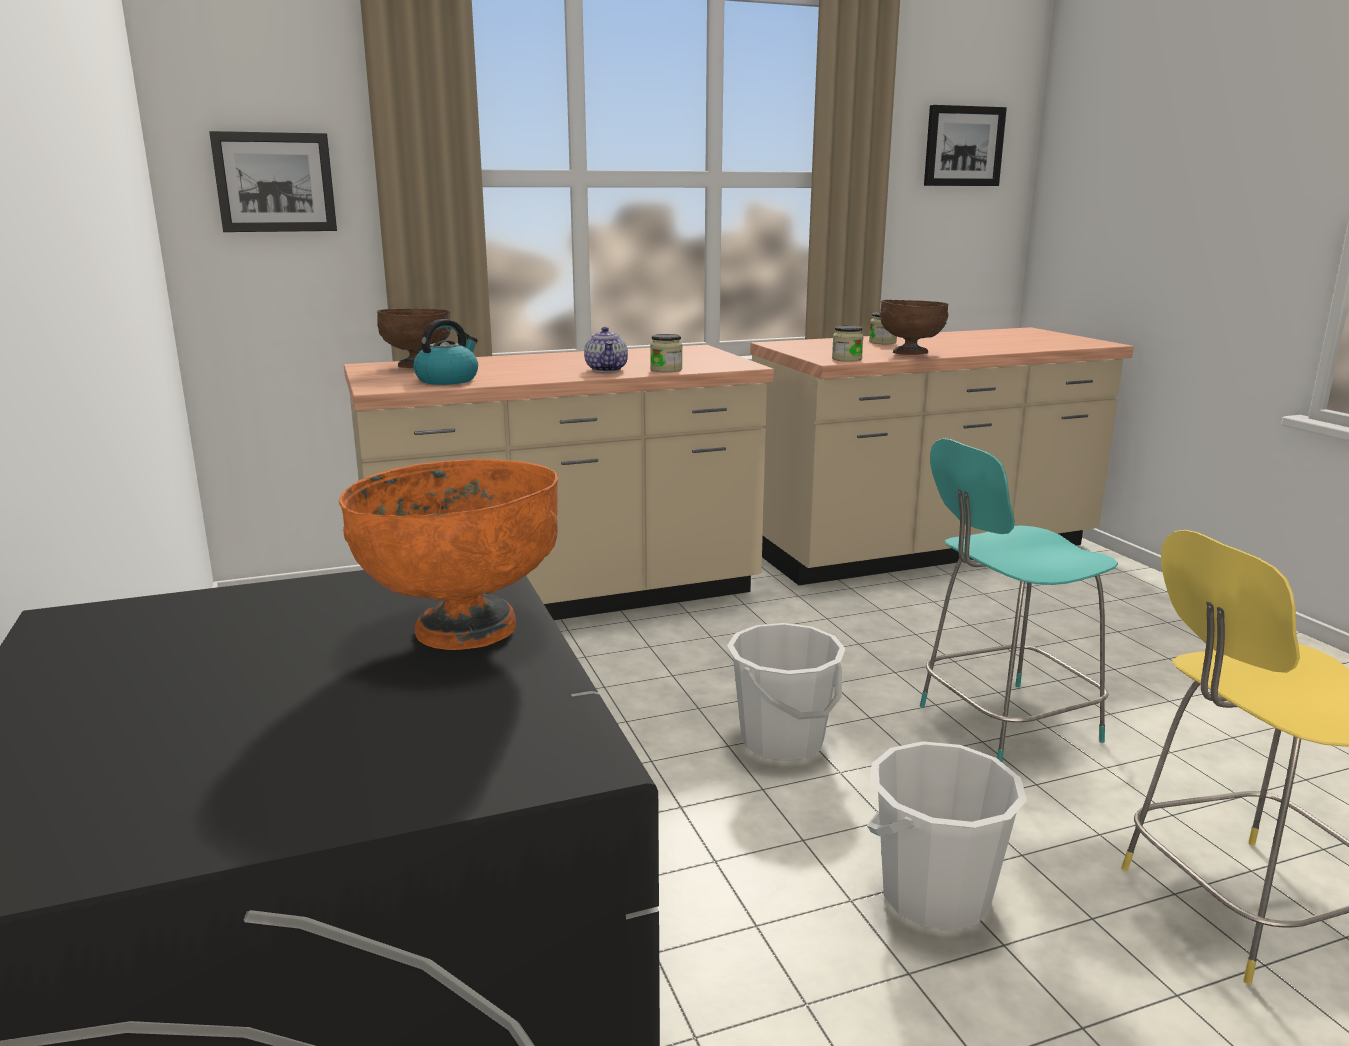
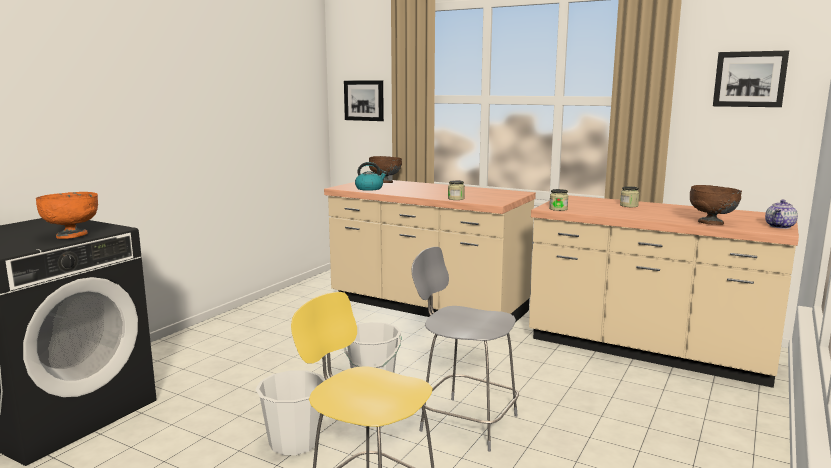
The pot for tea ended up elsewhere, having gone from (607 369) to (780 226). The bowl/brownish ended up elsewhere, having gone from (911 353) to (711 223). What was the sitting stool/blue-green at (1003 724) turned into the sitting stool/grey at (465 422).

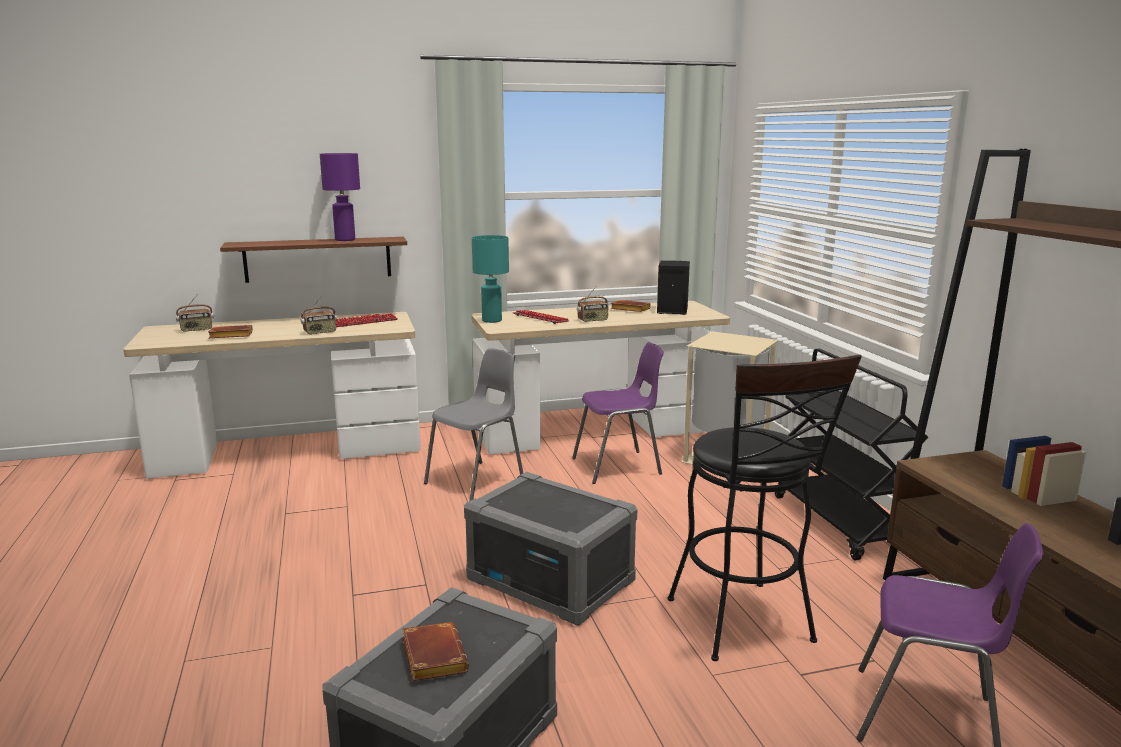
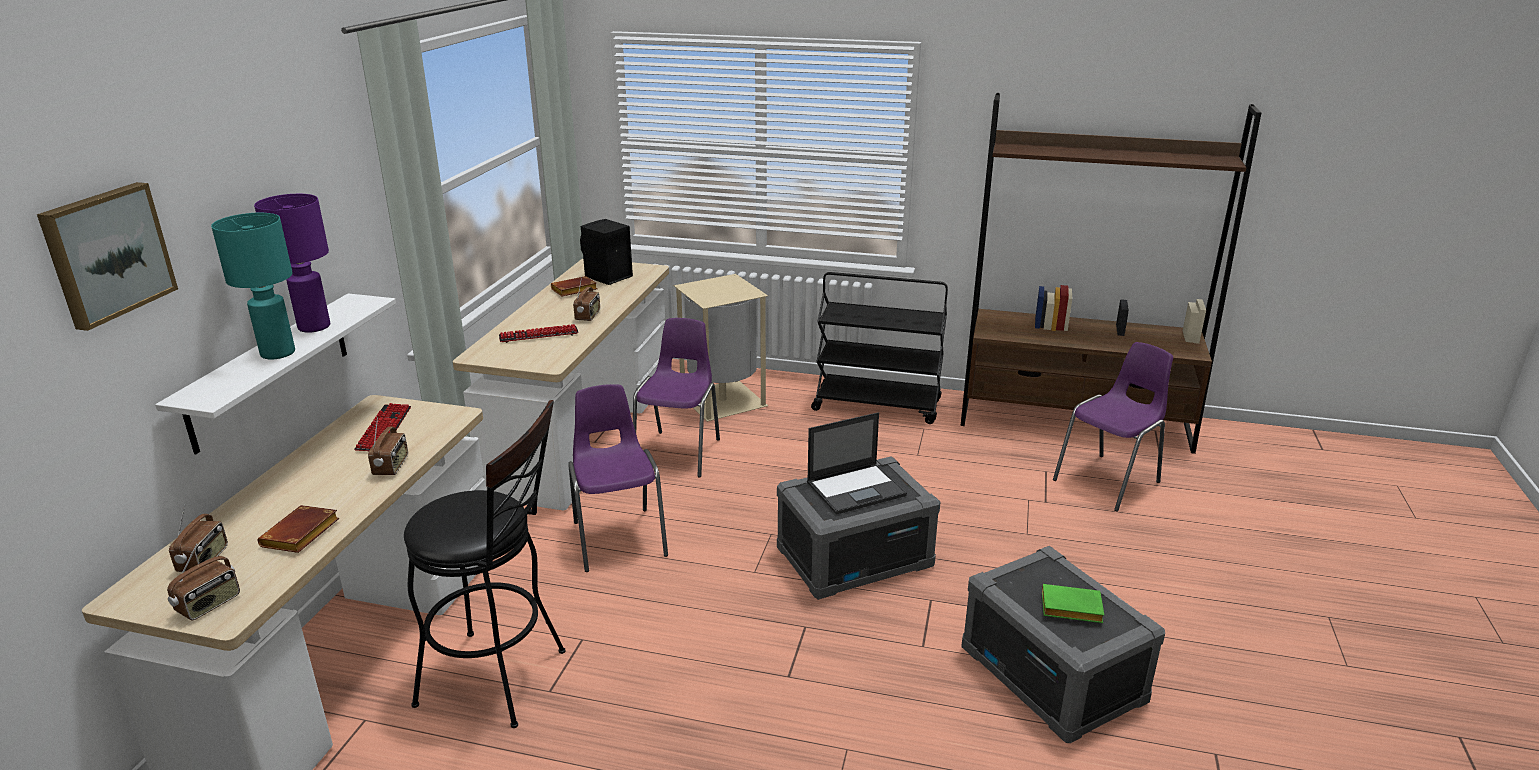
The second view gained the wall art at (106 254). The second view gained the radio set at (209 605). The second view gained the notebook computer at (857 488). The lamp for a table/blue-green ended up elsewhere, having gone from (492 320) to (278 353). The sitting stool/blackish ended up elsewhere, having gone from (745 626) to (503 679). What was the shelf/brownish at (318 259) turned into the shelf/whitish at (269 371). What was the bound book/brownish at (431 657) turned into the bound book/green-coloured at (1069 609). What was the plain chair/grey at (477 481) turned into the plain chair/purple-coloured at (618 537).

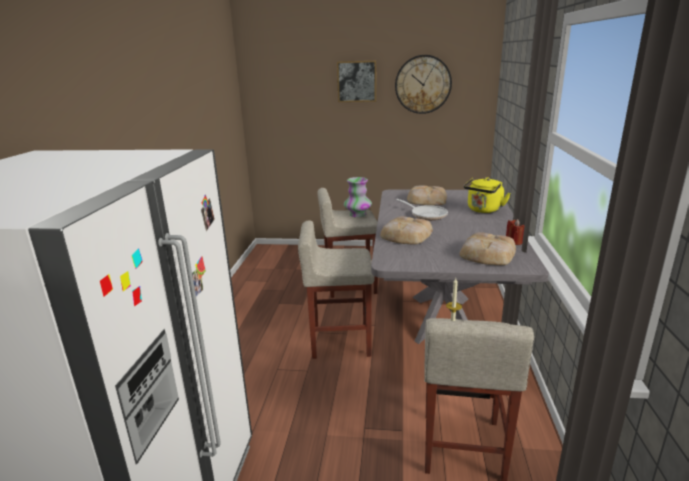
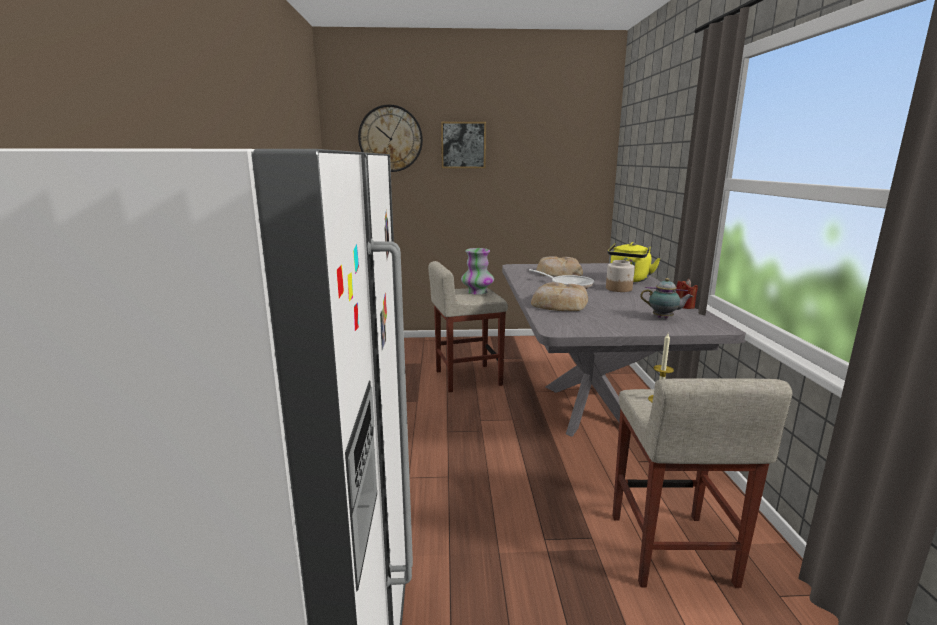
The second view lost the sitting stool/beige-coloured at (339 341). The second view gained the preserve jar at (619 289). The wall clock ended up elsewhere, having gone from (423 84) to (390 139). Where the baked bread stood at (486 254), the pot for tea came to stand at (664 318).

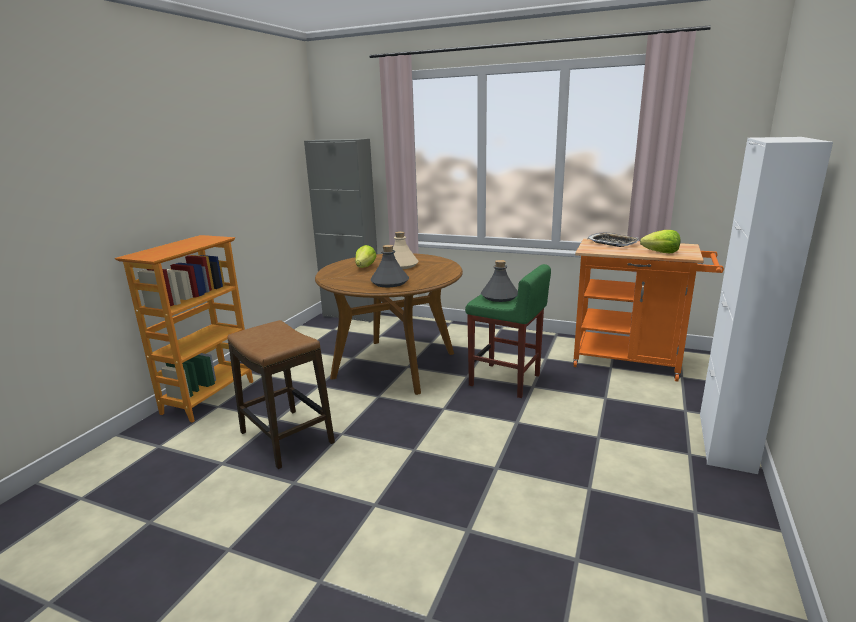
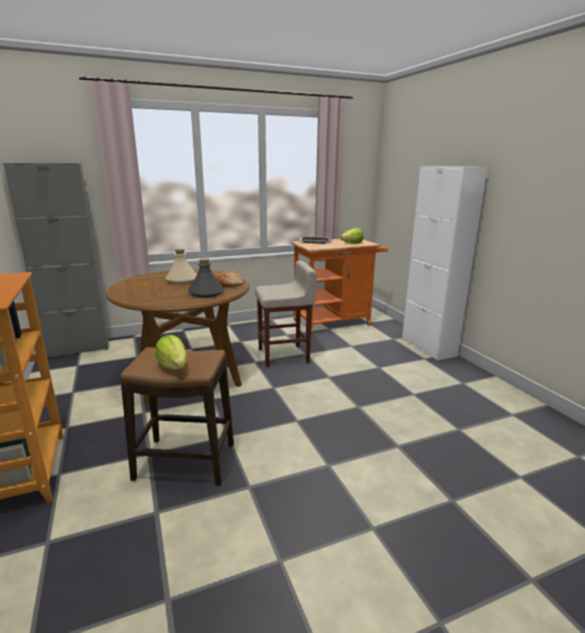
The second view lost the drink bottle/grey at (499 297). The second view gained the baked bread at (229 283). The head of lettuce ended up elsewhere, having gone from (365 267) to (174 366). What was the sitting stool/green-coloured at (505 380) turned into the sitting stool/beige-coloured at (284 356).

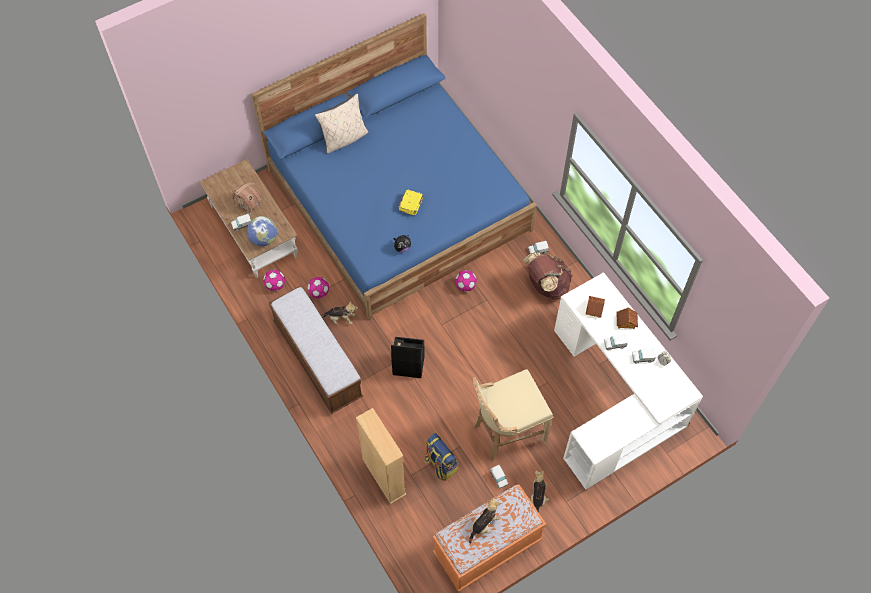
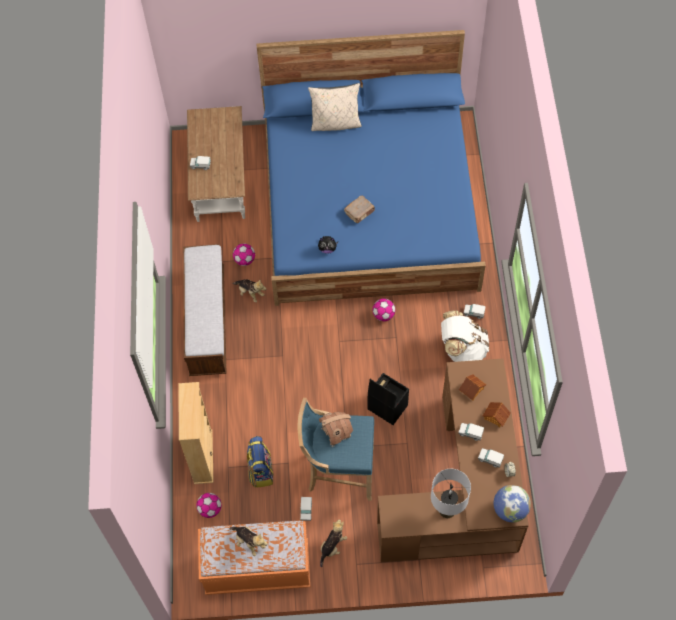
The second view gained the lamp for a table/grey at (447 510). The model house ended up elsewhere, having gone from (248 203) to (336 432). The globe ended up elsewhere, having gone from (263 239) to (510 509). The football ended up elsewhere, having gone from (275 285) to (210 509). The storage bin/blackish ended up elsewhere, having gone from (407 366) to (386 407). What was the bound book/yellow-coloured at (411 204) turned into the bound book/brownish at (360 212). What was the sitting stool/beige-coloured at (506 432) turned into the sitting stool/blue at (339 471). What was the backpack/brownish at (546 285) turned into the backpack/whitish at (462 350). What was the desk unit/whitish at (615 399) turned into the desk unit/brownish at (463 491). The cuddly toy at (484 524) ended up facing another way, 60 degrees clockwise from before.

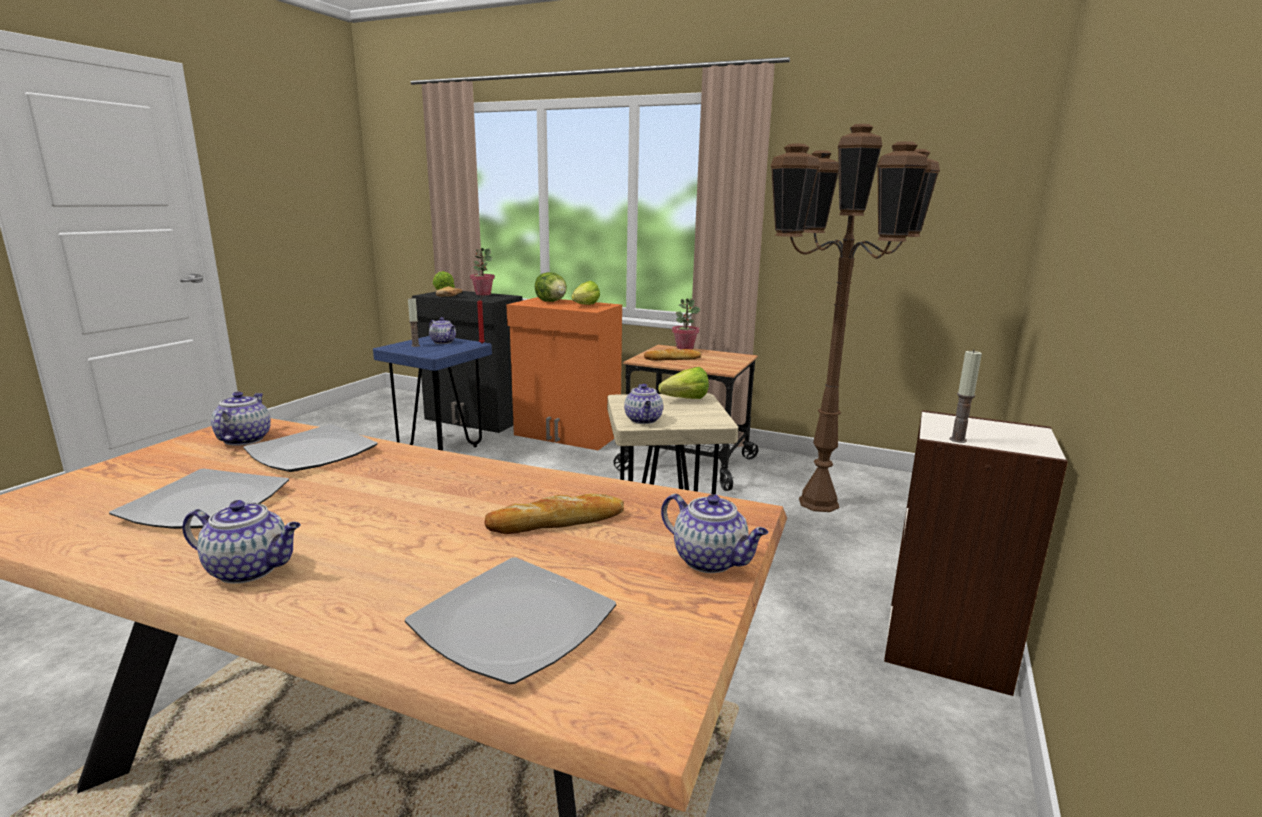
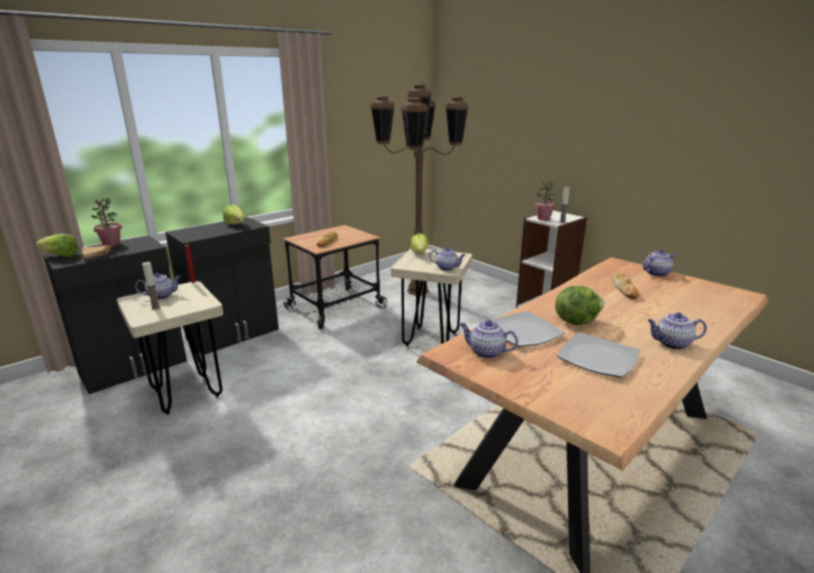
The second view lost the plate at (513 622). The head of lettuce ended up elsewhere, having gone from (551 301) to (575 321). The potted plant ended up elsewhere, having gone from (684 349) to (543 219). What was the sitting stool/blue at (441 449) turned into the sitting stool/beige-coloured at (187 393). What was the cabinet/orange at (567 435) turned into the cabinet/blackish at (234 334). The pot for tea at (251 569) ended up facing another way, 120 degrees counterclockwise from before.

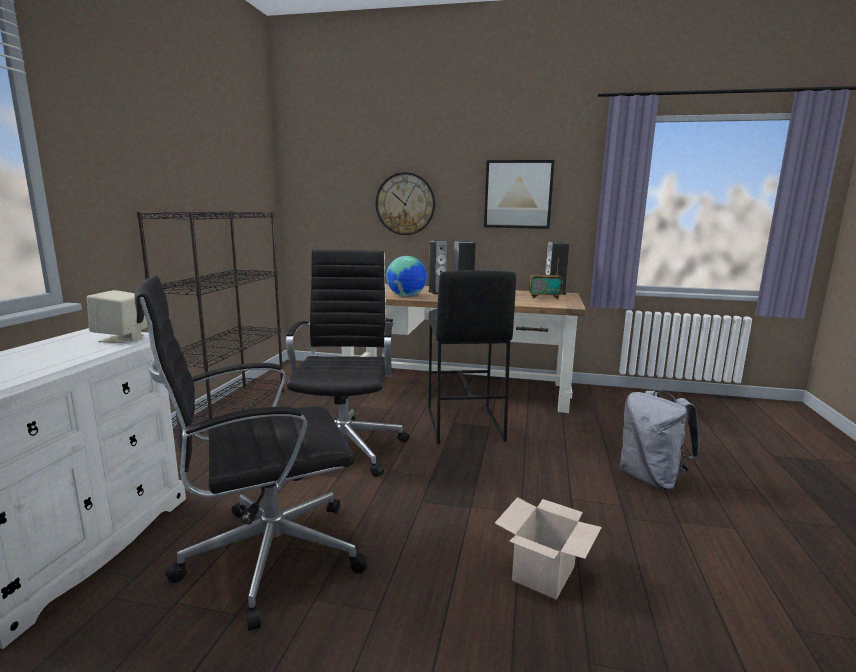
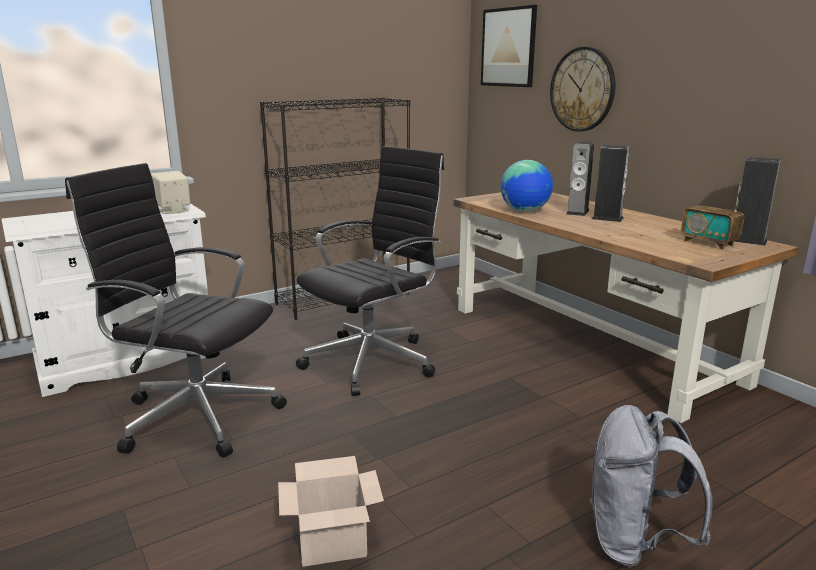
The second view lost the sitting stool/blackish at (463 425). The wall art ended up elsewhere, having gone from (518 194) to (508 47).

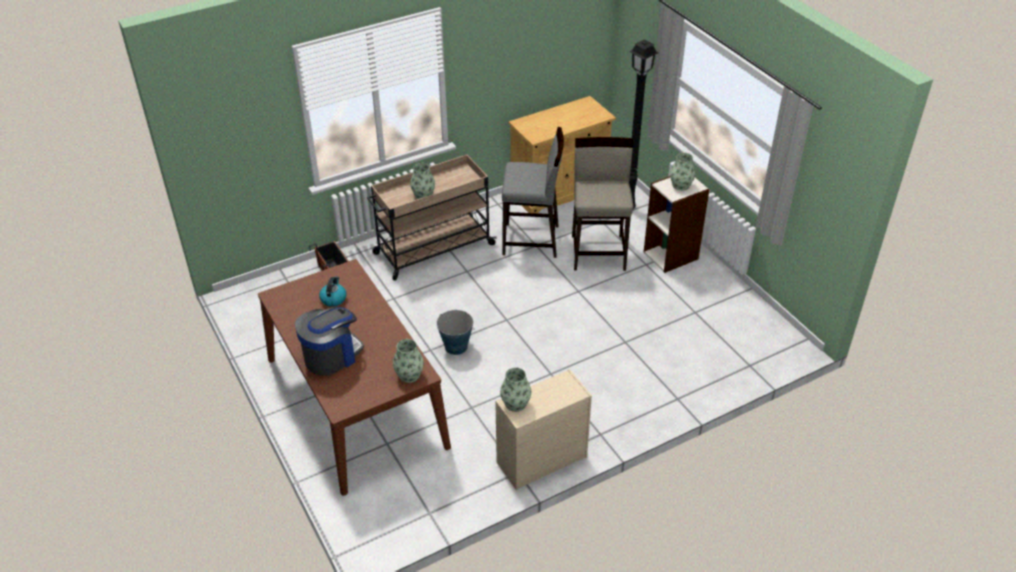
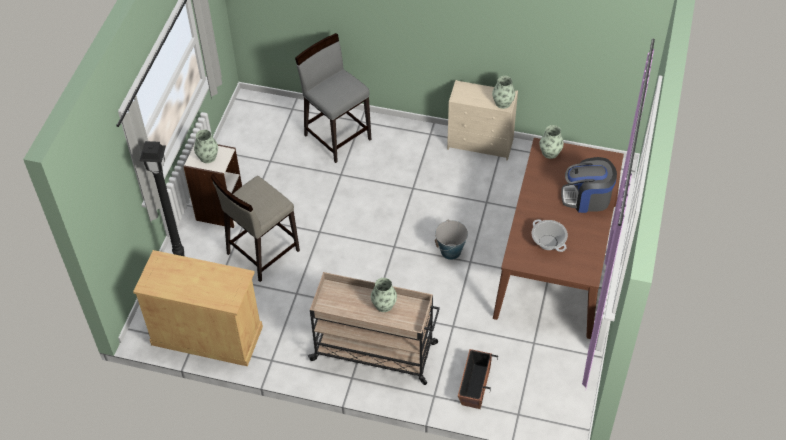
The sitting stool/grey ended up elsewhere, having gone from (531 240) to (337 136). Where the tea kettle stood at (333 299), the stockpot came to stand at (548 242).

